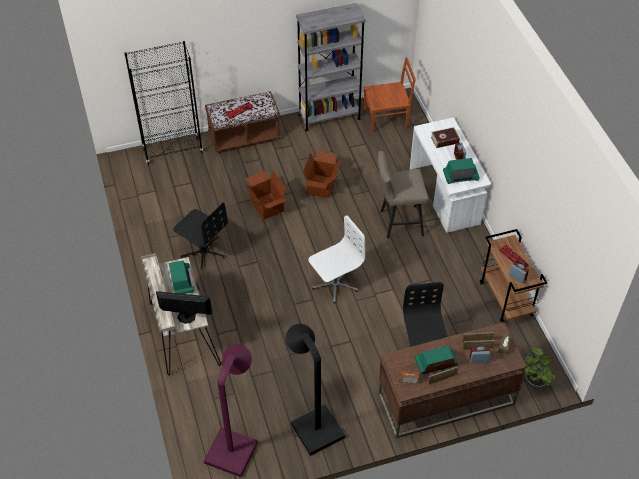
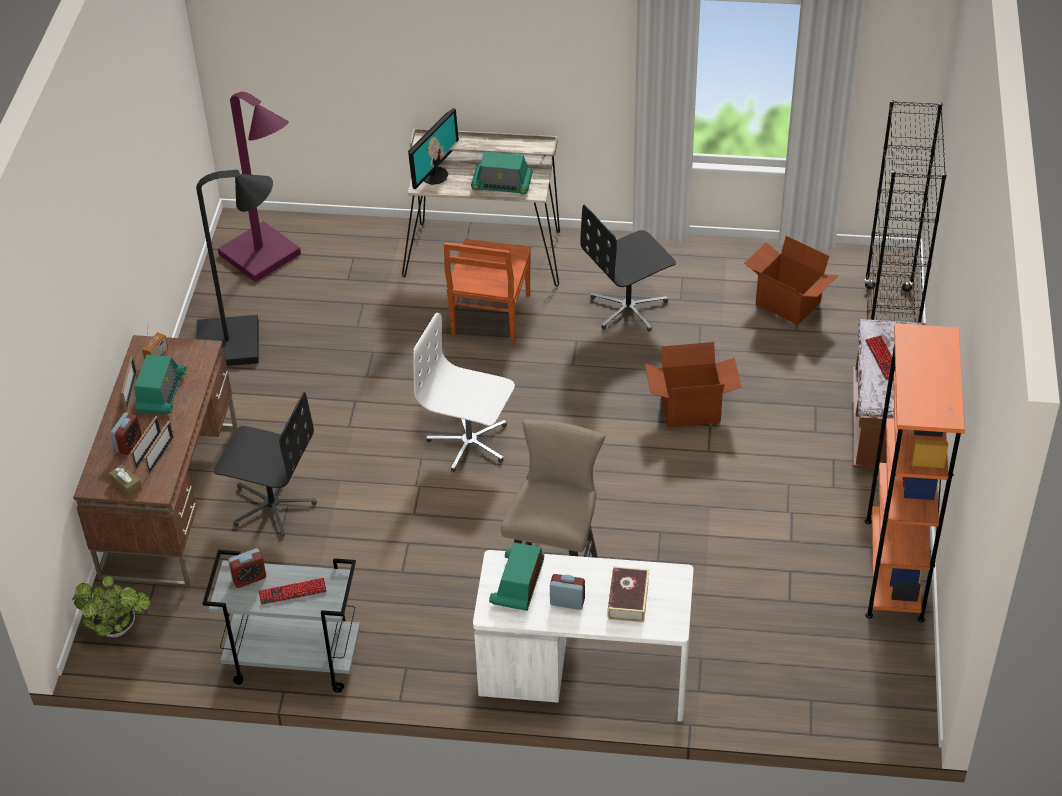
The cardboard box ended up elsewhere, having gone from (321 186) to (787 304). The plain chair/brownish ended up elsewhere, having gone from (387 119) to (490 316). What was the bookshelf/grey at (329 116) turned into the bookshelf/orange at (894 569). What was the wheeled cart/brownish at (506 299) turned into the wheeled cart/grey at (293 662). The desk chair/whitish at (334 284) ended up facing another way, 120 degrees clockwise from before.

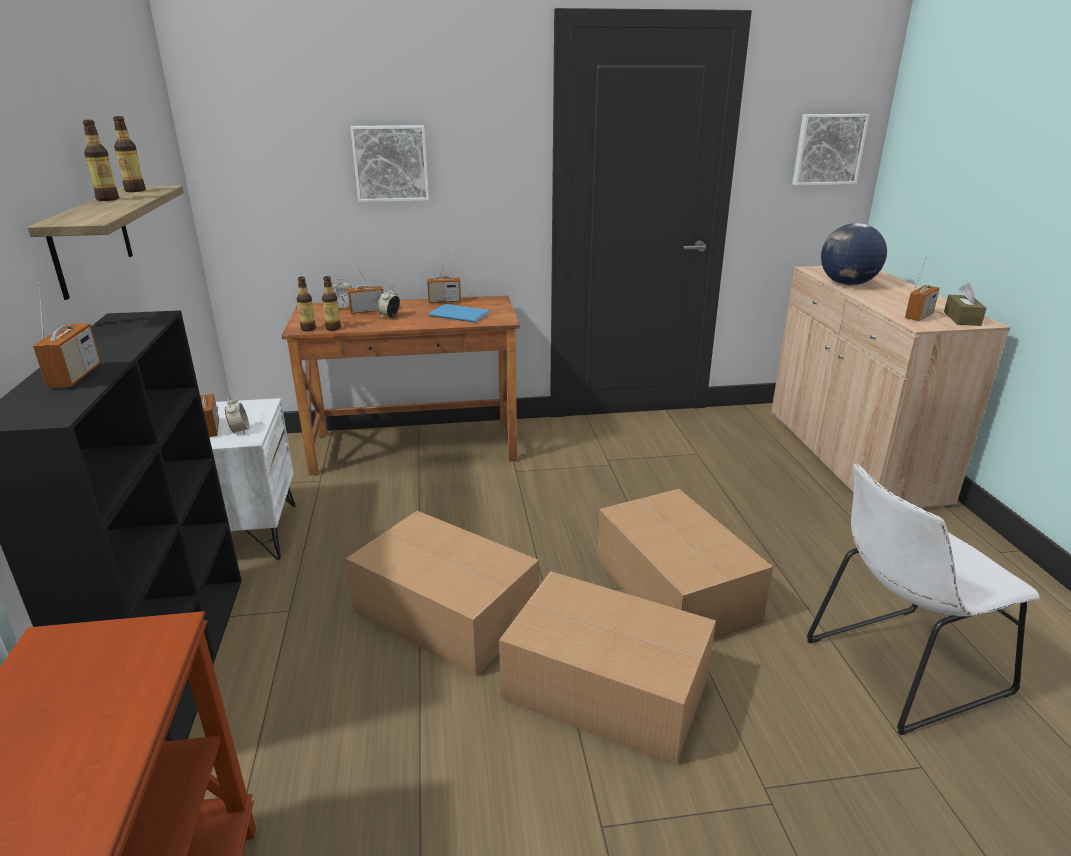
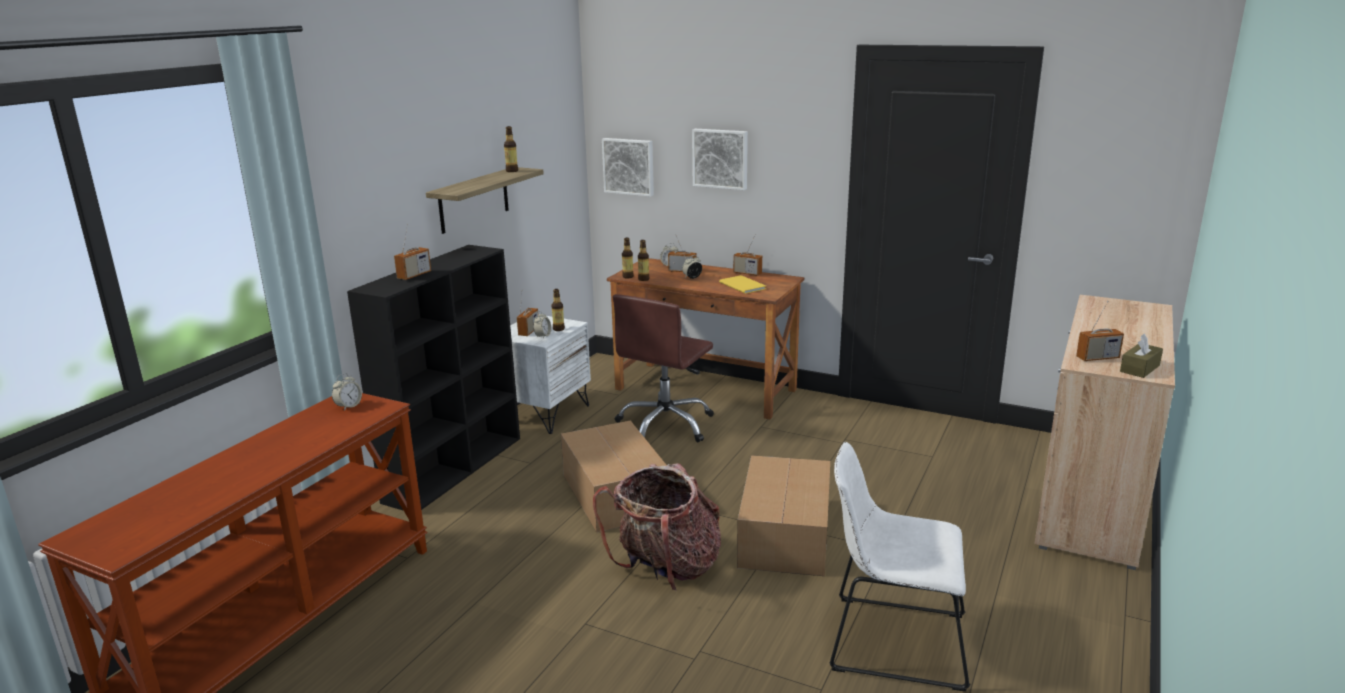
The second view lost the globe at (847 284). The second view gained the table clock at (348 406). The second view gained the desk chair/brownish at (666 425). The drink bottle ended up elsewhere, having gone from (108 199) to (558 329). The wall art ended up elsewhere, having gone from (828 149) to (629 166). Where the cardboard box stood at (608 689), the backpack came to stand at (666 569). What was the bound book/blue at (459 314) turned into the bound book/yellow-coloured at (742 285).

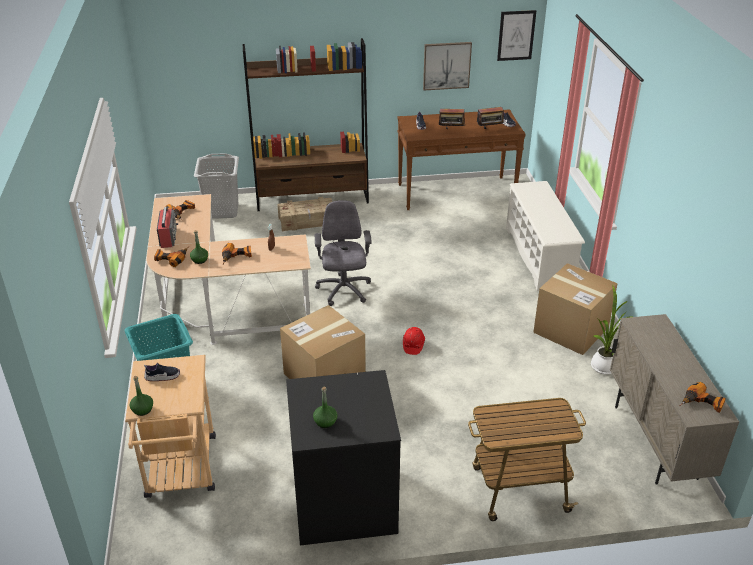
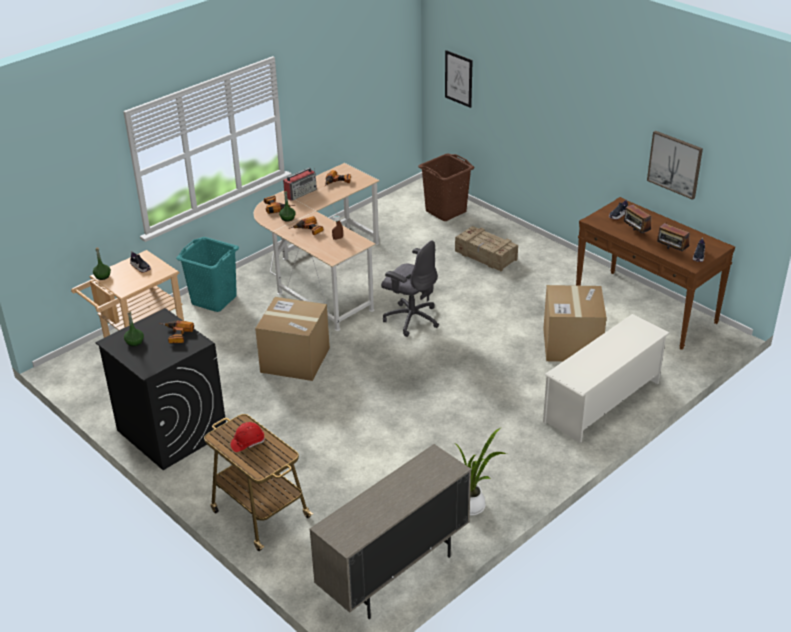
The second view lost the bookshelf/brownish at (312 198). The hard hat/red ended up elsewhere, having gone from (413 345) to (247 443). The wall art ended up elsewhere, having gone from (516 35) to (458 78). The cardboard box ended up elsewhere, having gone from (571 330) to (571 345). The electric drill ended up elsewhere, having gone from (702 404) to (176 335). What was the washing basket/grey at (222 210) turned into the washing basket/brownish at (446 211). The desk chair/grey at (343 291) ended up facing another way, 75 degrees clockwise from before.

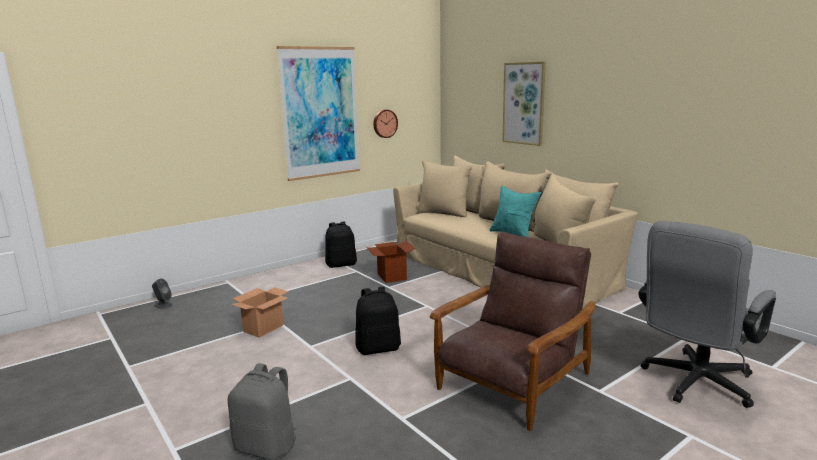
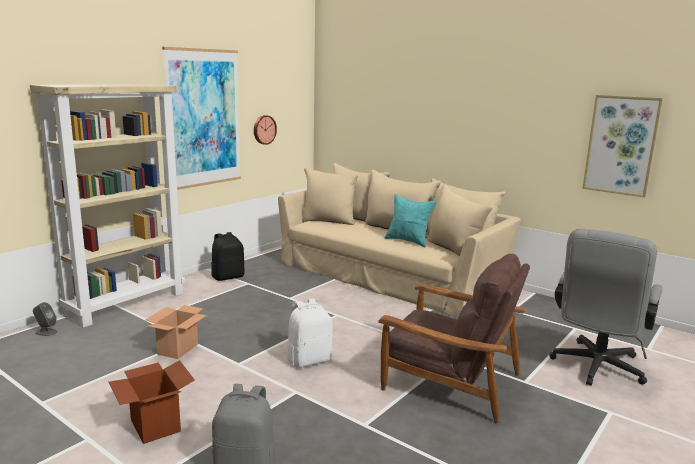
The second view gained the bookshelf/beige-coloured at (126 304). The cardboard box ended up elsewhere, having gone from (391 276) to (155 425). The wall art ended up elsewhere, having gone from (524 103) to (621 145). What was the backpack/blackish at (378 348) turned into the backpack/whitish at (309 360). The armchair/brownish at (513 382) ended up facing another way, 90 degrees clockwise from before.

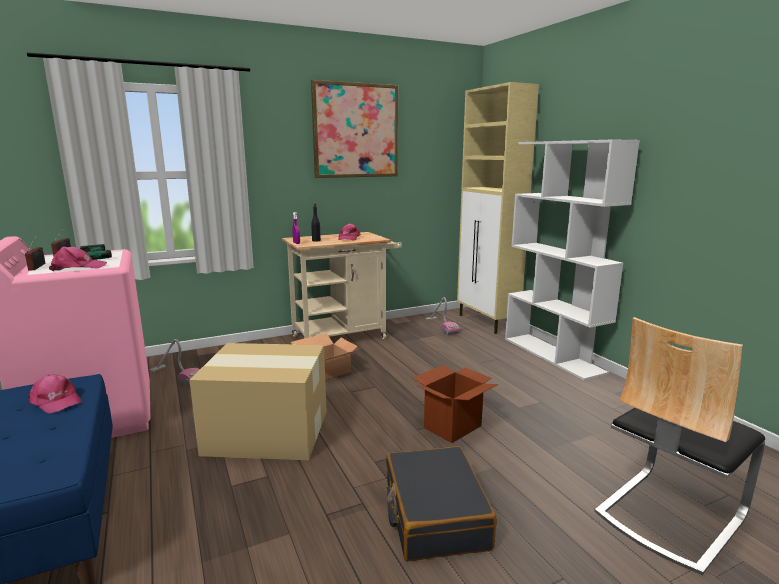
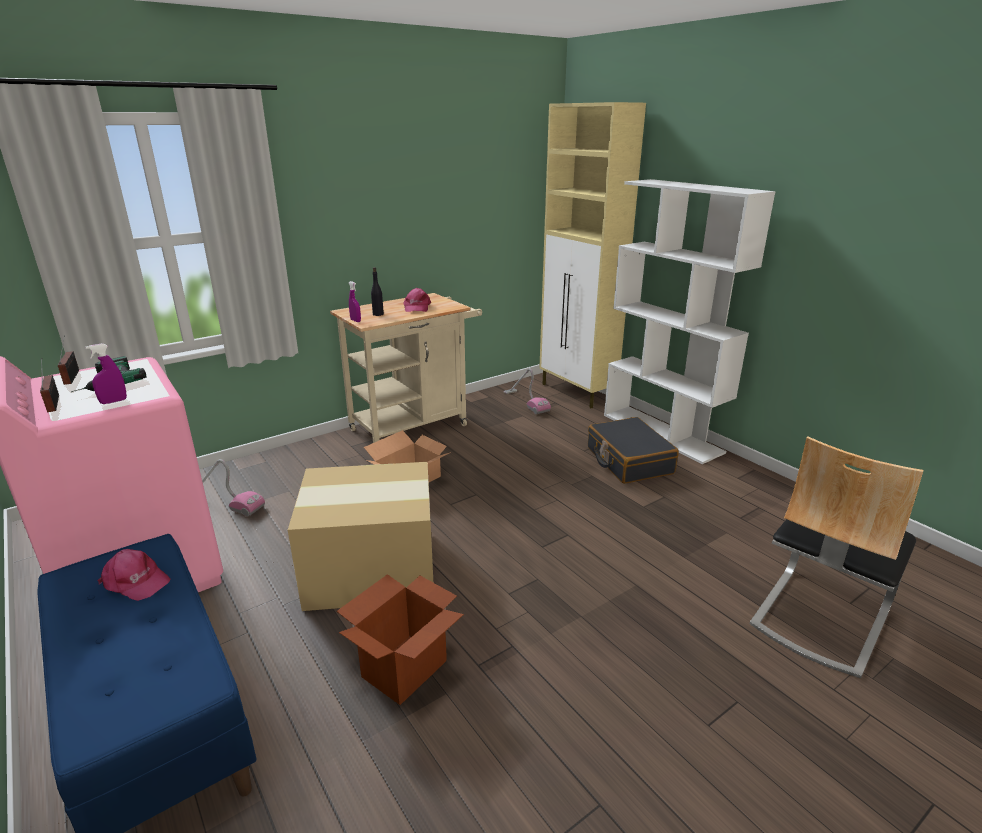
The second view lost the wall art at (356 131). The suitcase/blackish ended up elsewhere, having gone from (434 515) to (628 461). The cardboard box ended up elsewhere, having gone from (452 426) to (404 668). Where the baseball cap/pink stood at (78 267), the hand sprayer/purple-coloured came to stand at (113 401).

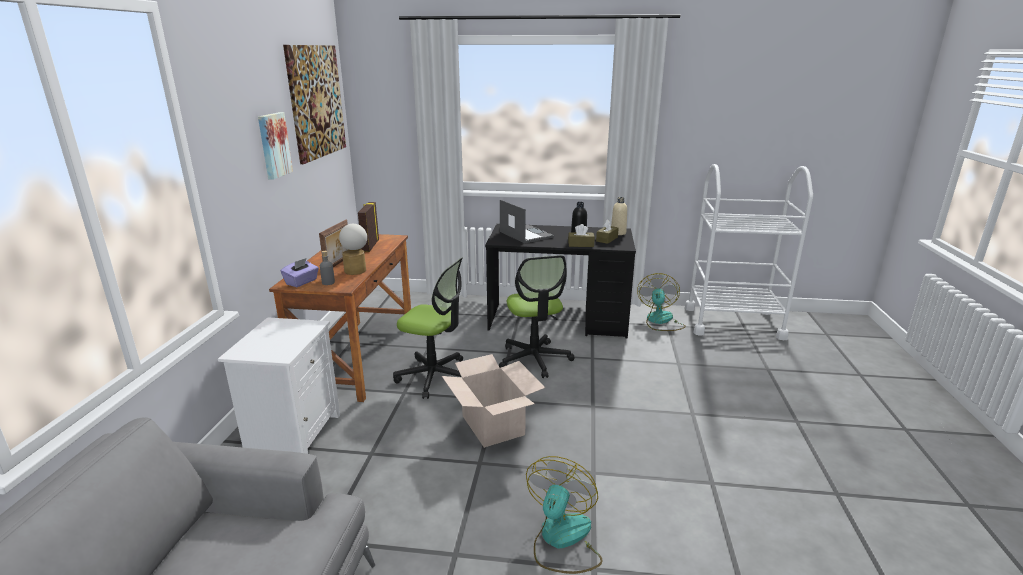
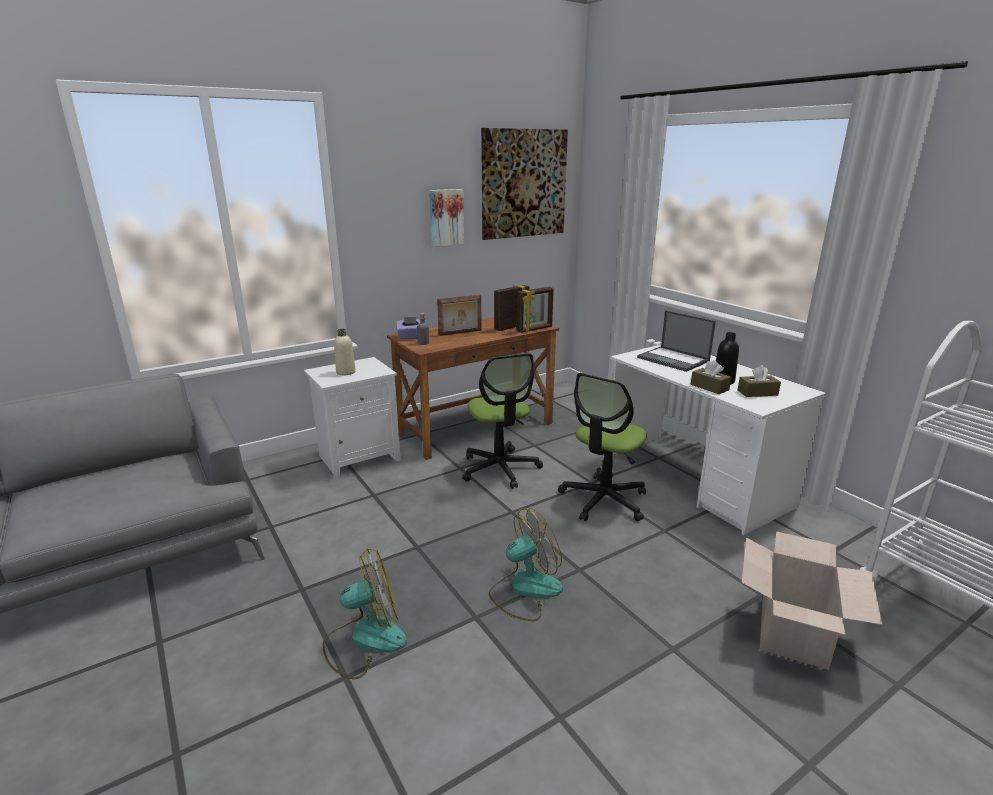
The second view lost the lamp for a table at (356 269). The second view gained the picture frame at (534 329). The cardboard box ended up elsewhere, having gone from (492 425) to (792 631). The drink bottle/beige-coloured ended up elsewhere, having gone from (618 233) to (346 372). The fan ended up elsewhere, having gone from (660 321) to (525 590). What was the desk unit/blackish at (558 321) turned into the desk unit/whitish at (695 480). The notebook computer at (525 234) ended up facing another way, 120 degrees clockwise from before.

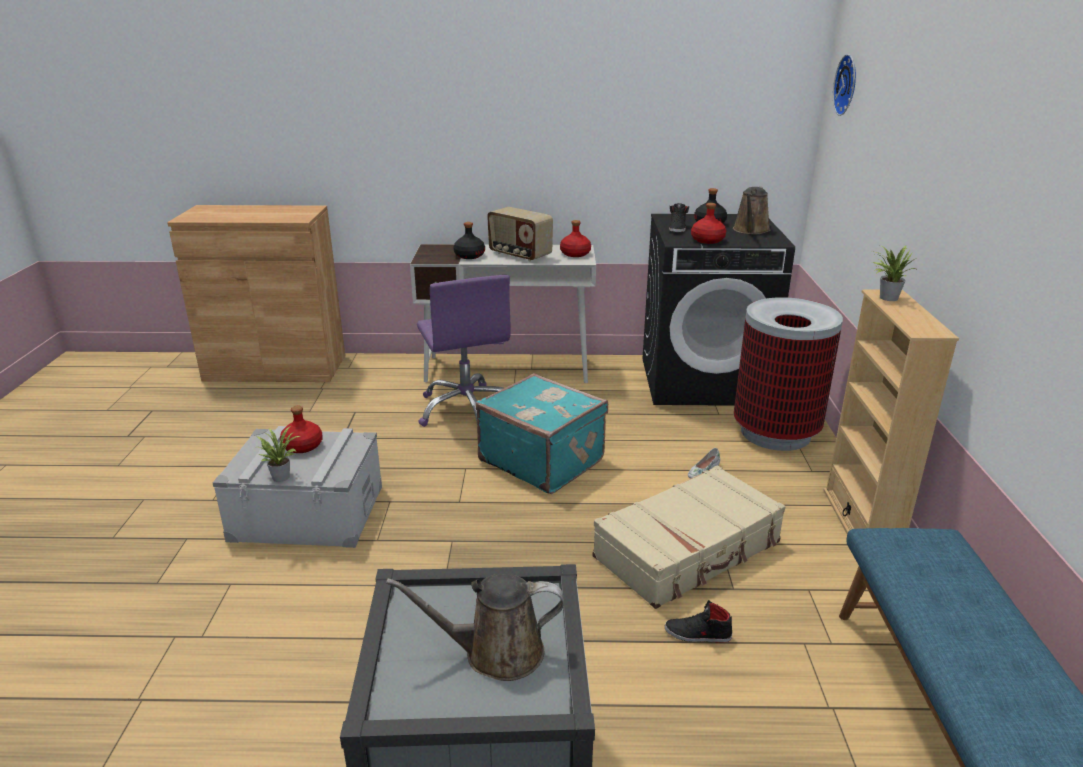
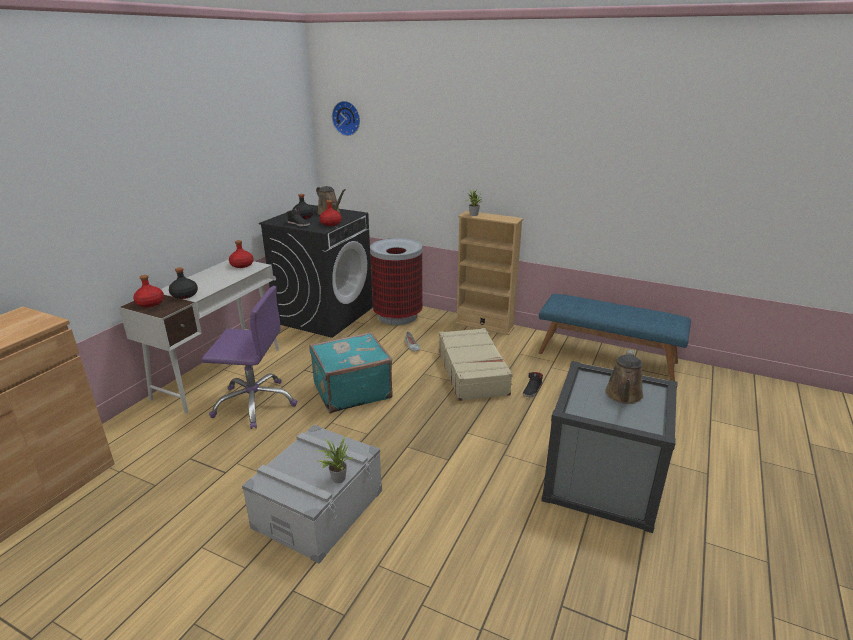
The second view lost the radio set at (519 255). The drink bottle/red ended up elsewhere, having gone from (302 446) to (150 303).

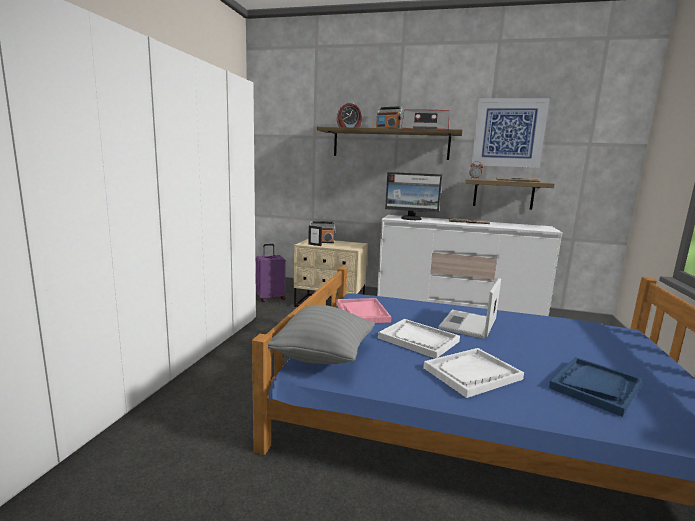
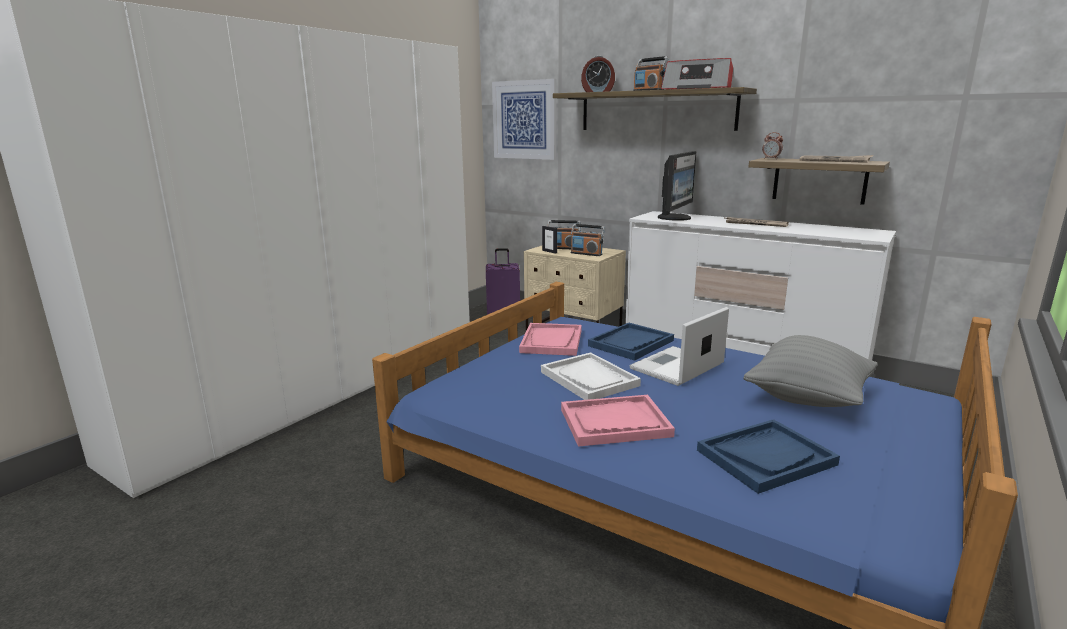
The second view gained the radio set at (586 254). The second view gained the serving tray/blue at (631 343). The cushion/grey ended up elsewhere, having gone from (323 356) to (807 398). The wall art ended up elsewhere, having gone from (508 133) to (524 120). What was the serving tray/whitish at (472 374) turned into the serving tray/pink at (614 423). The computer screen at (411 218) ended up facing another way, 90 degrees counterclockwise from before.

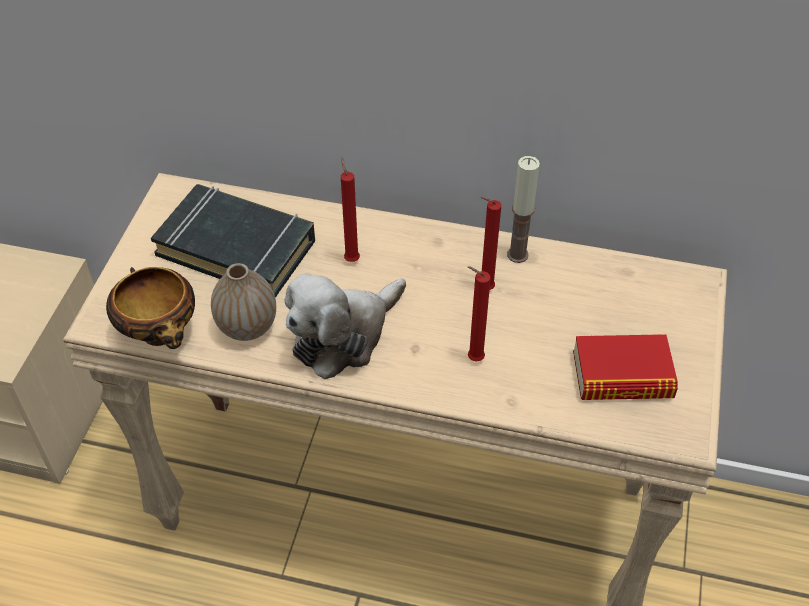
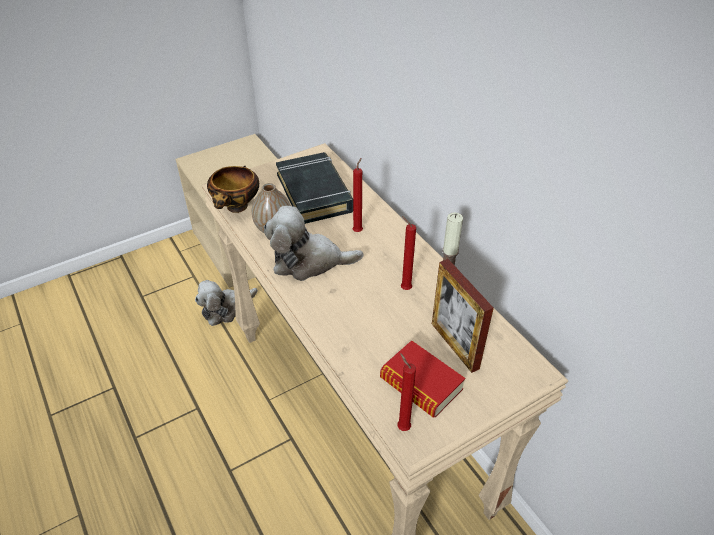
The second view gained the cuddly toy at (226 309). The second view gained the picture frame at (454 345). The candle/red ended up elsewhere, having gone from (472 359) to (402 426).

